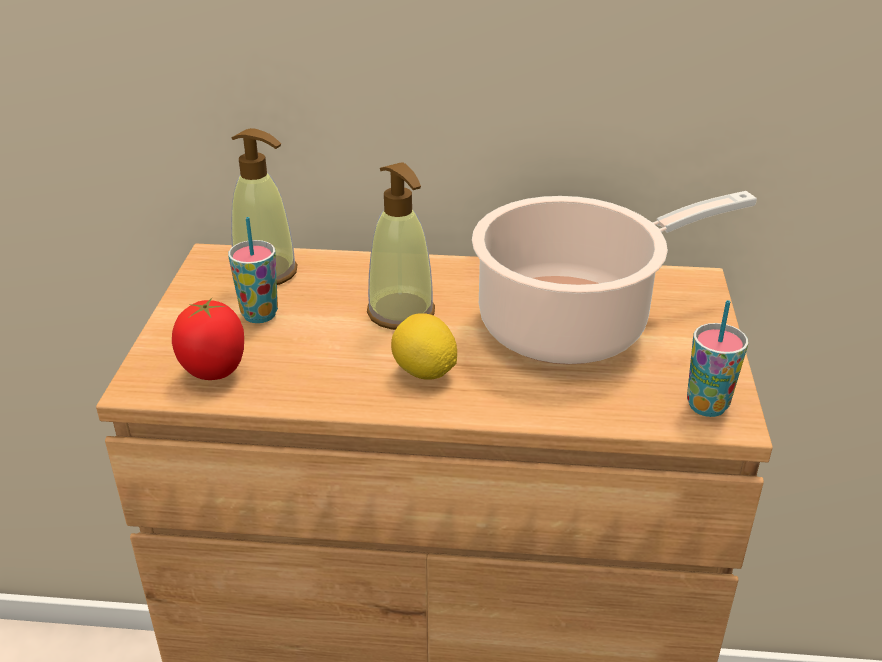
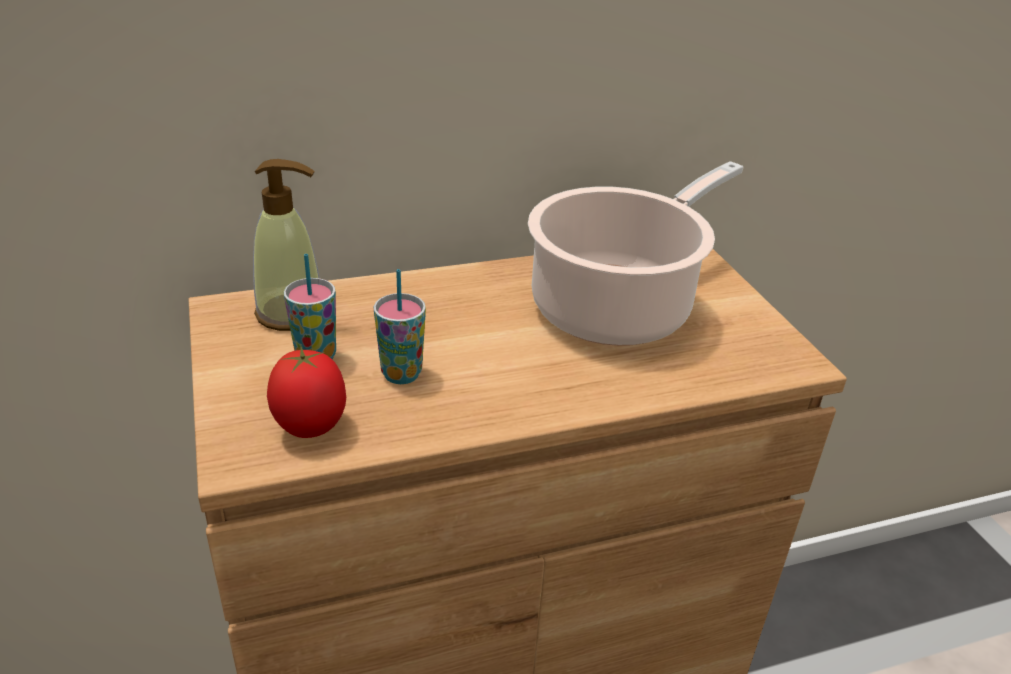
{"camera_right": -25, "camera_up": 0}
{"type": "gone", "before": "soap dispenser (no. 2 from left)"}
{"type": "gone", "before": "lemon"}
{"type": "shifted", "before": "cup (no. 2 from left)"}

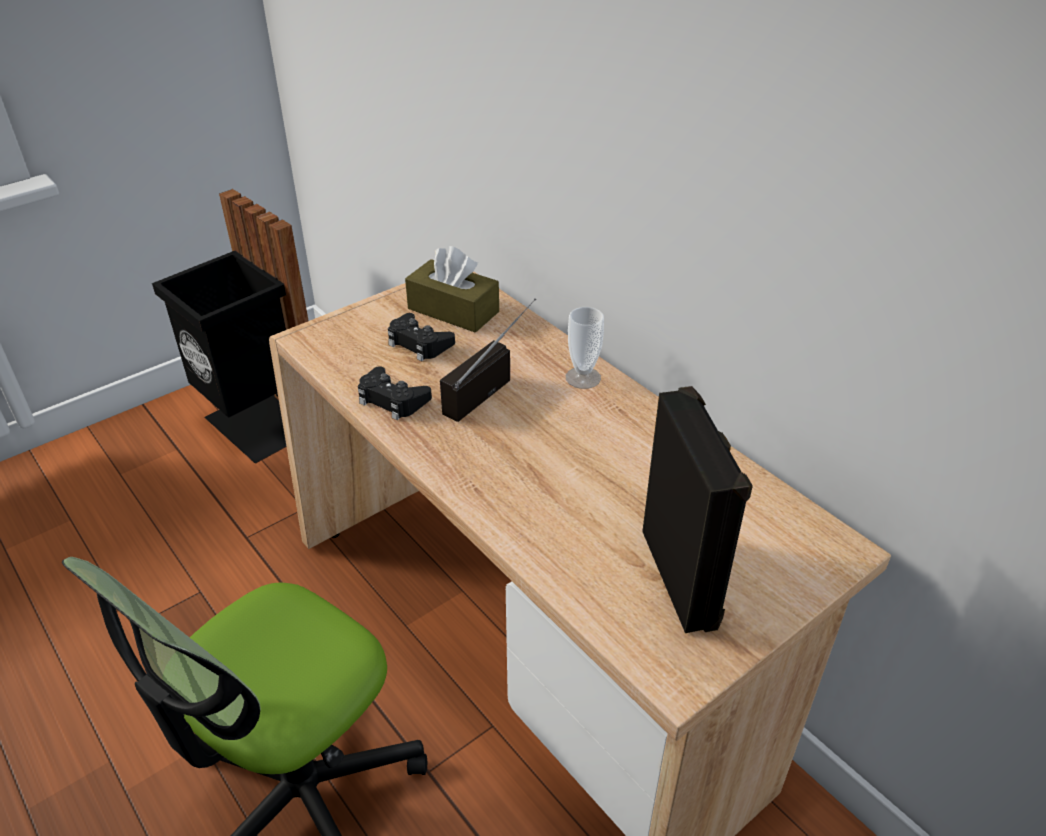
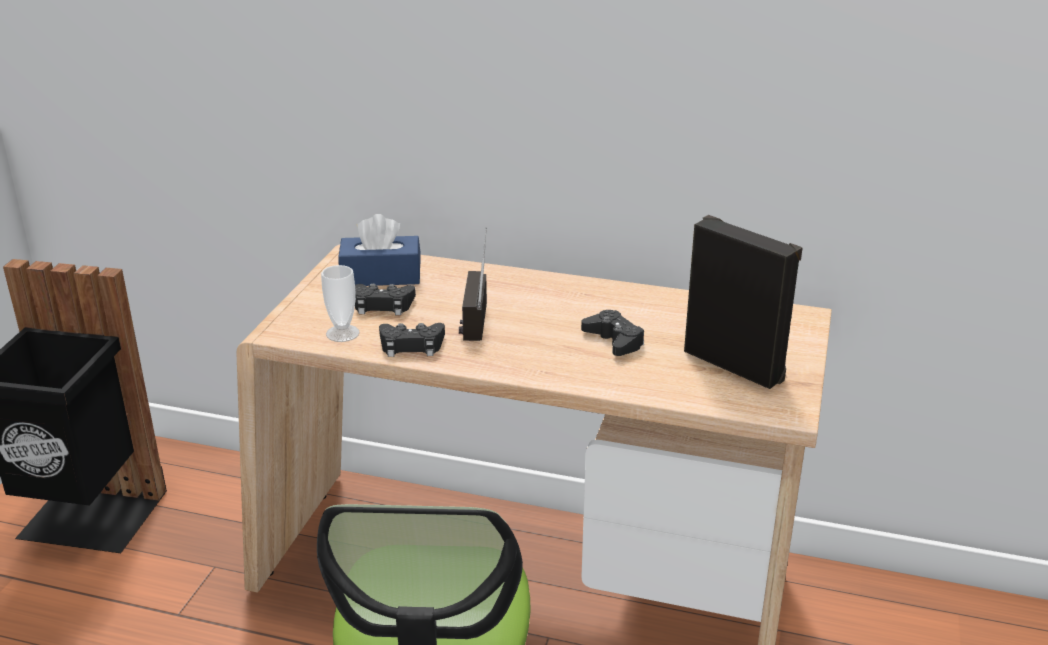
{"camera_right": -35, "camera_up": -10}
{"type": "new", "after": "game controller/black (no. 3 from left)"}
{"type": "shifted", "before": "cup"}
{"type": "repainted", "before": "tissue box/brown", "after": "tissue box/blue"}

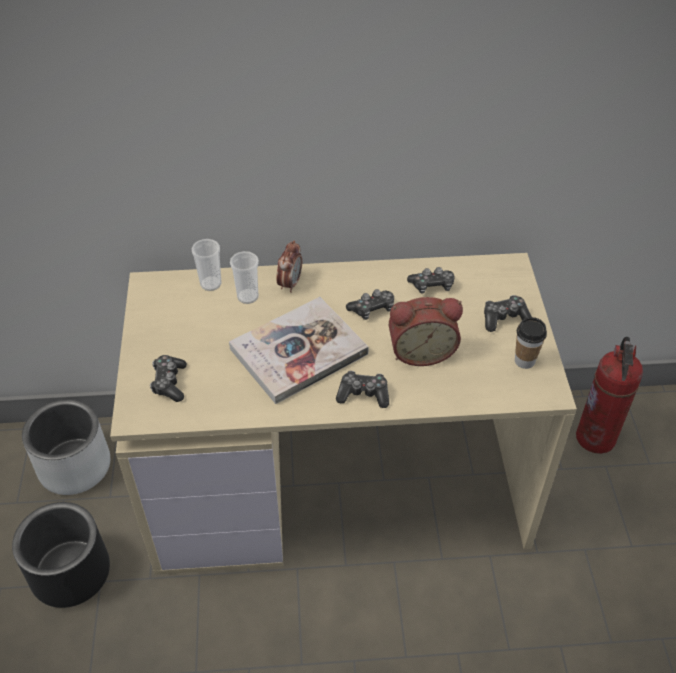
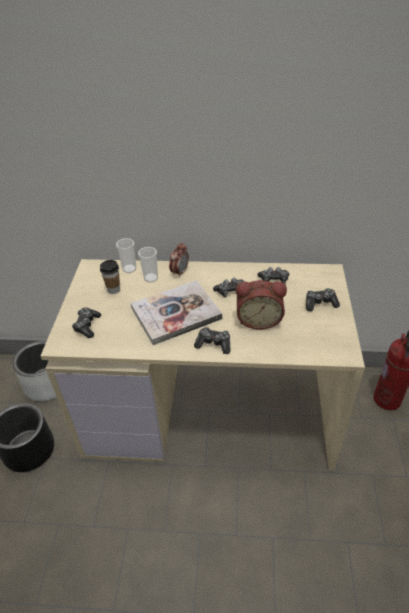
{"camera_right": 10, "camera_up": -5}
{"type": "shifted", "before": "cup (no. 3 from left in the first image)", "after": "cup (no. 1 from left)"}

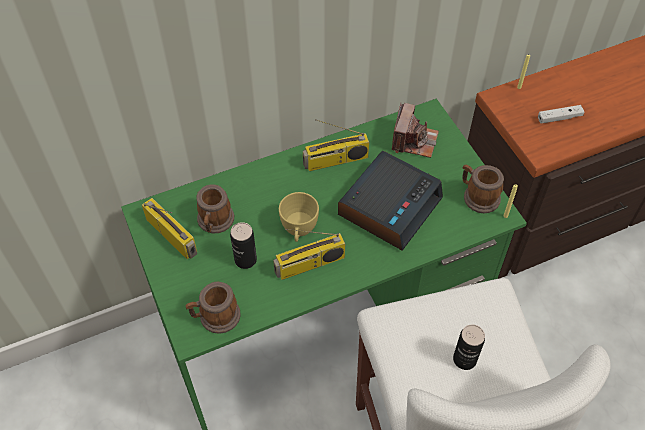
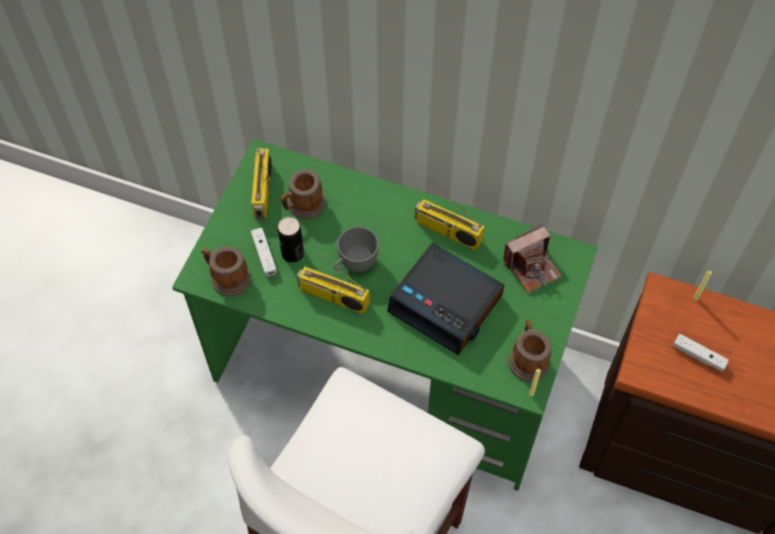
{"camera_right": 45, "camera_up": 5}
{"type": "gone", "before": "can (no. 2 from left)"}
{"type": "new", "after": "game controller/white (no. 1 from left)"}
{"type": "repainted", "before": "cup/yellow", "after": "cup/grey"}
{"type": "rotated", "before": "alarm clock", "turn": 45}

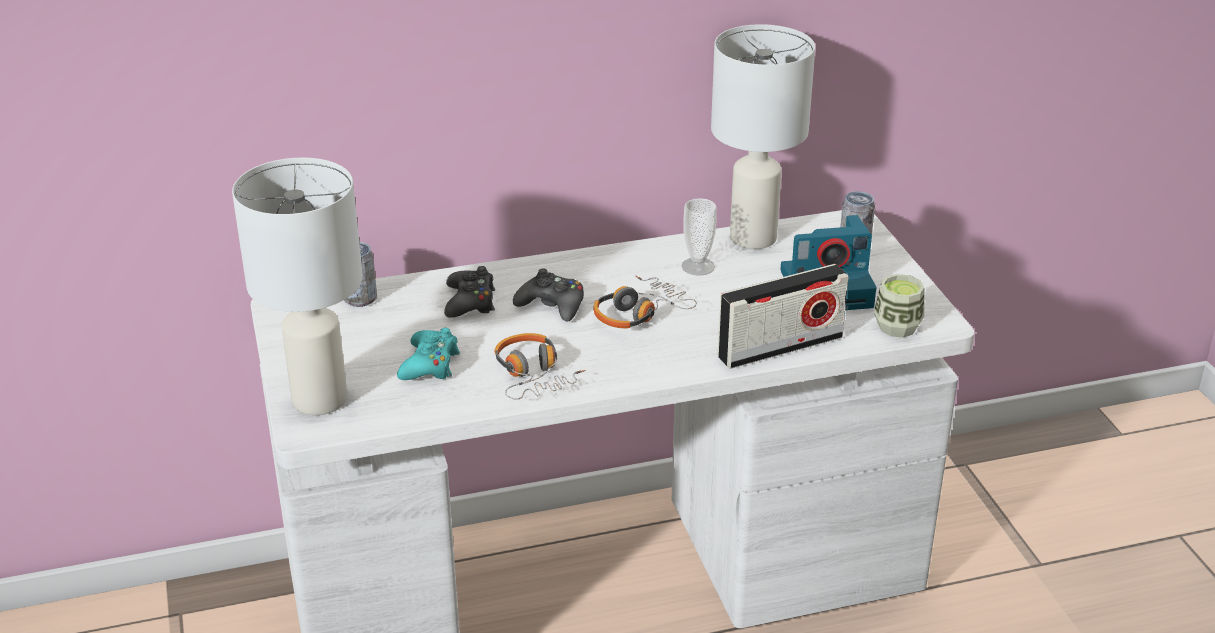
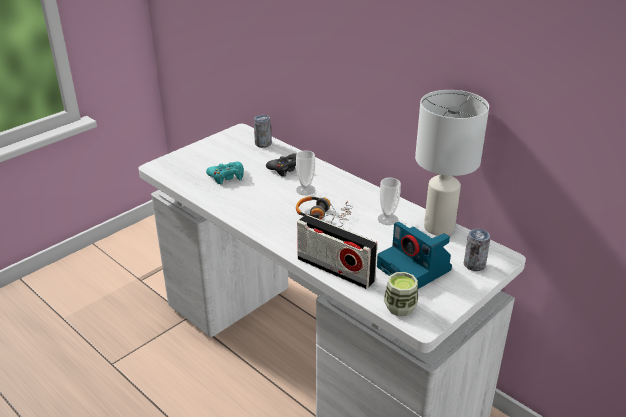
{"camera_right": 60, "camera_up": 0}
{"type": "gone", "before": "table lamp/white (no. 1 from left)"}
{"type": "gone", "before": "headphones (no. 1 from left)"}
{"type": "swapped", "before": "game controller/black (no. 2 from left)", "after": "cup (no. 1 from left)"}

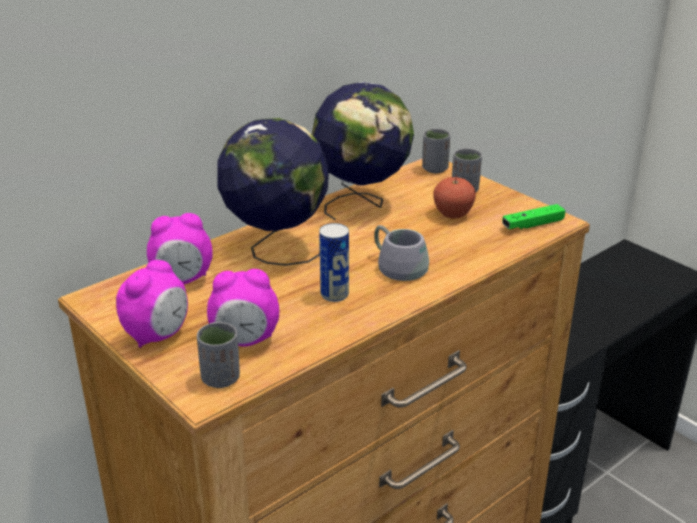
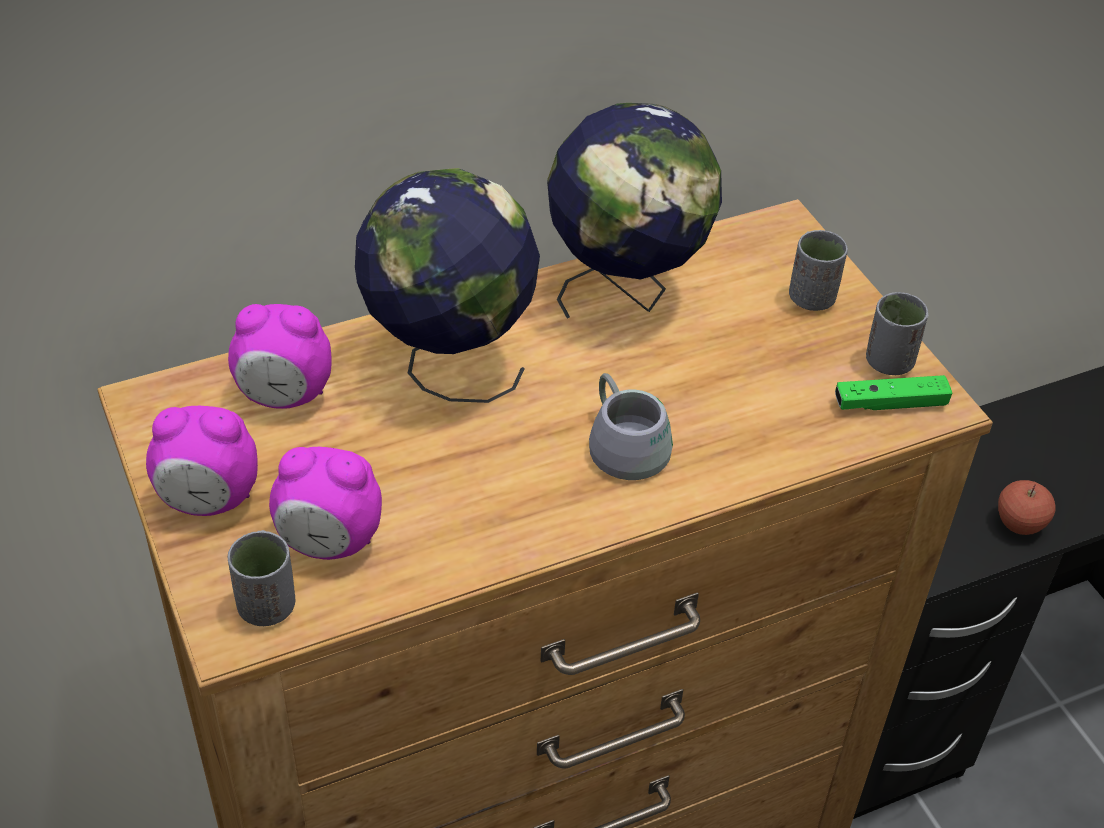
{"camera_right": 15, "camera_up": 15}
{"type": "gone", "before": "can"}
{"type": "shifted", "before": "cup/grey (no. 2 from left in the first image)", "after": "cup/grey (no. 3 from left)"}
{"type": "shifted", "before": "apple"}
{"type": "rotated", "before": "alarm clock (no. 1 from left)", "turn": 45}

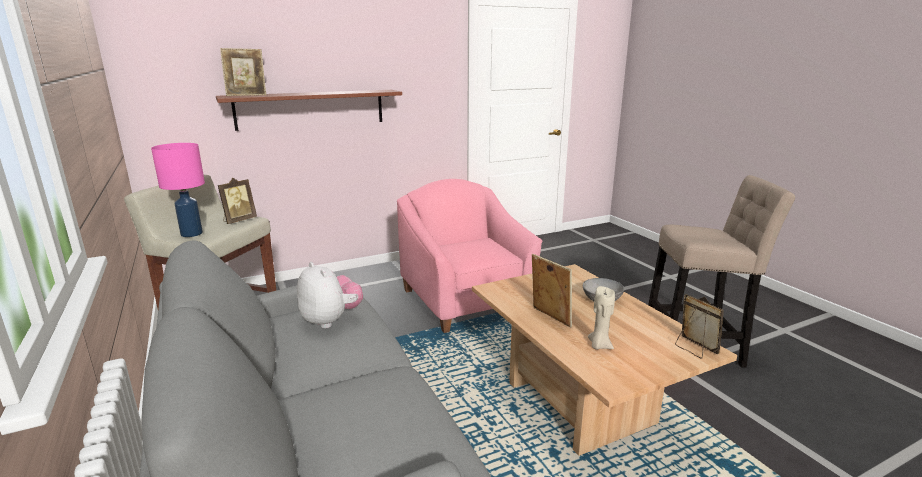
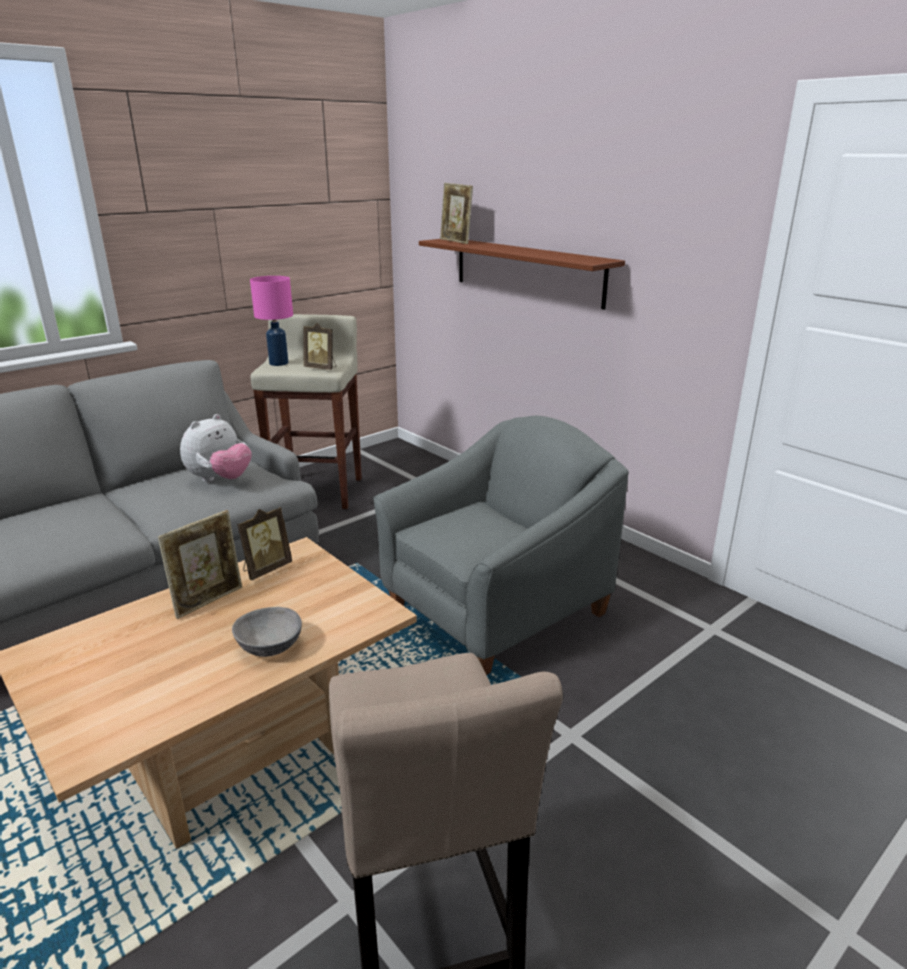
{"camera_right": 75, "camera_up": 5}
{"type": "gone", "before": "candle/beige"}
{"type": "shifted", "before": "picture frame (no. 4 from left in the first image)", "after": "picture frame (no. 2 from left)"}
{"type": "repainted", "before": "armchair/pink", "after": "armchair/grey"}

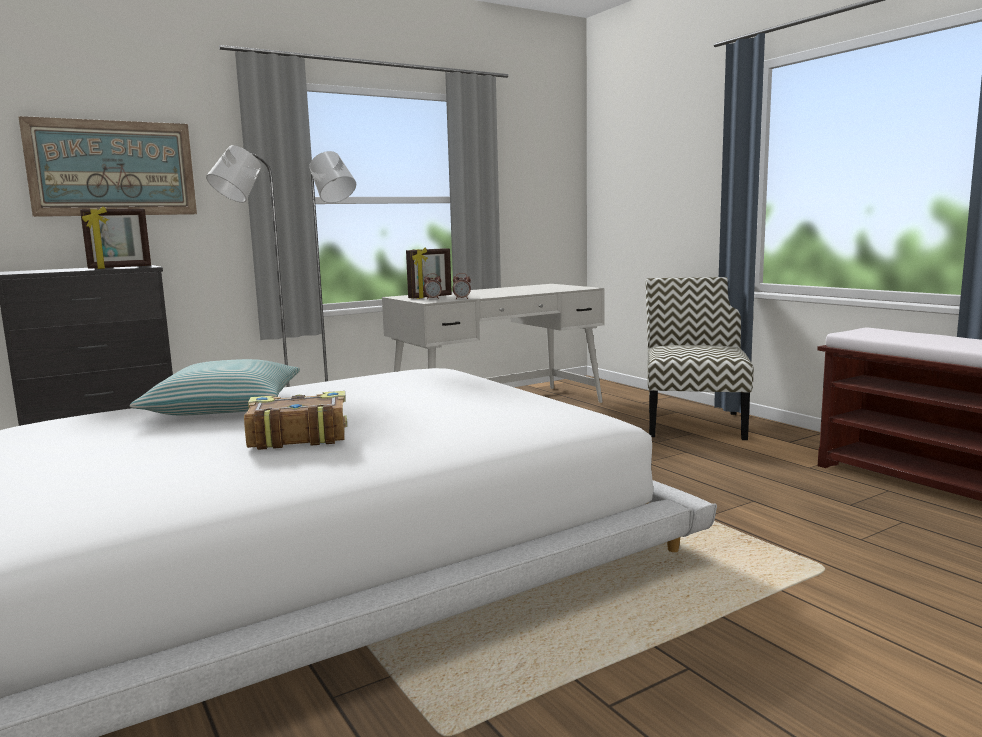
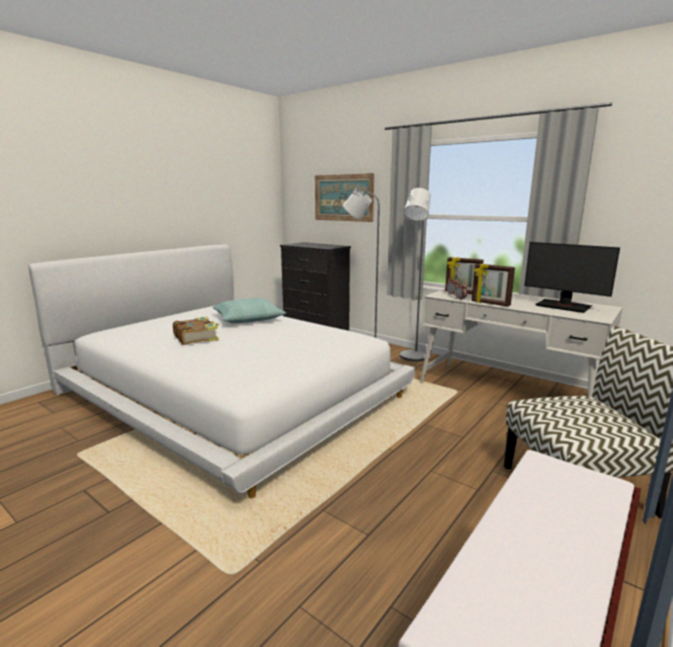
{"camera_right": 70, "camera_up": 5}
{"type": "new", "after": "monitor"}
{"type": "shifted", "before": "picture frame (no. 1 from left in the first image)", "after": "picture frame (no. 2 from left)"}

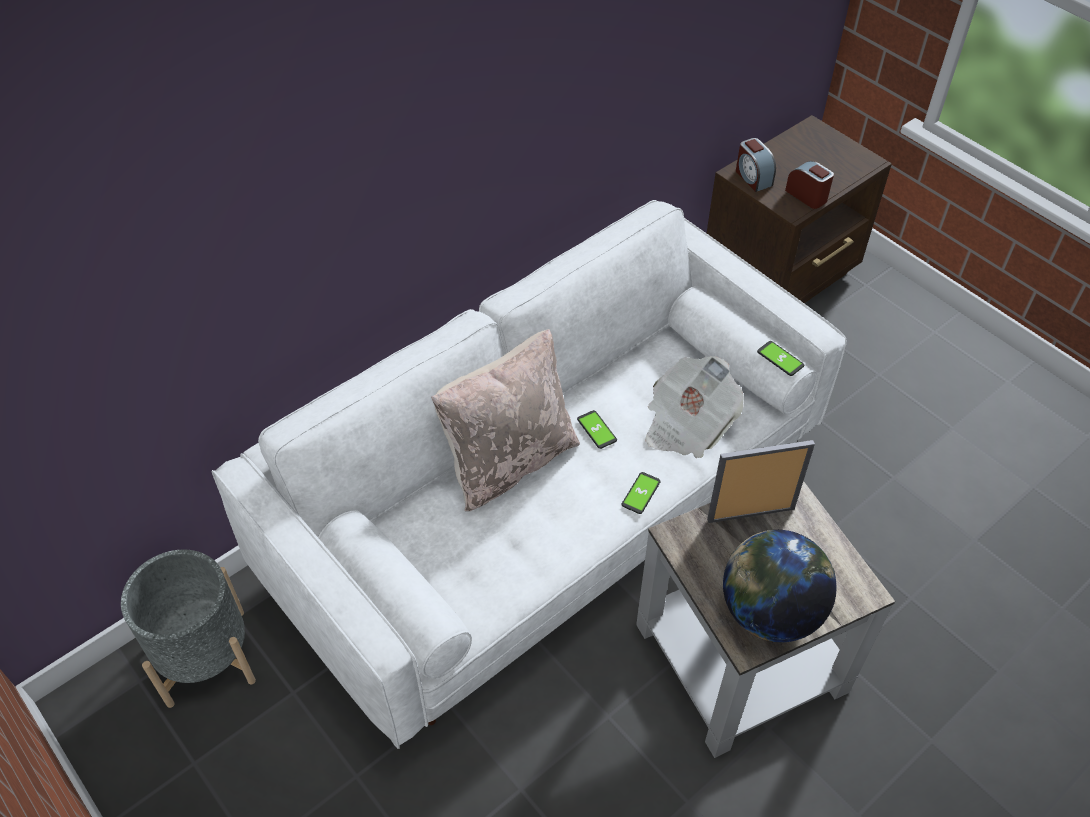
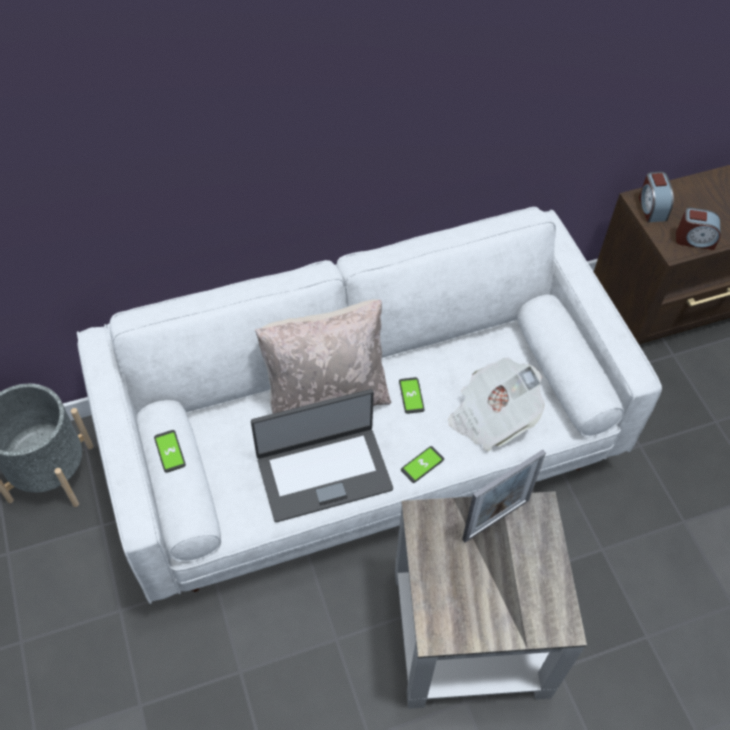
{"camera_right": 20, "camera_up": 5}
{"type": "gone", "before": "globe"}
{"type": "new", "after": "laptop"}
{"type": "shifted", "before": "phone (no. 3 from left in the first image)", "after": "phone (no. 1 from left)"}
{"type": "rotated", "before": "picture frame", "turn": 135}
{"type": "rotated", "before": "alarm clock (no. 2 from left)", "turn": 120}

